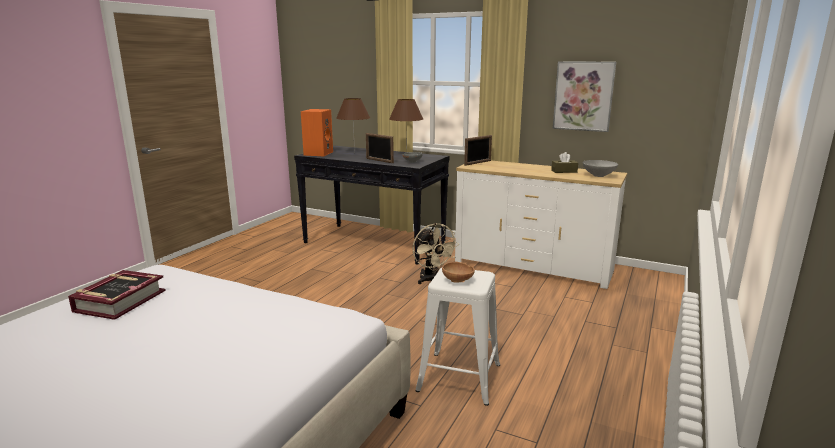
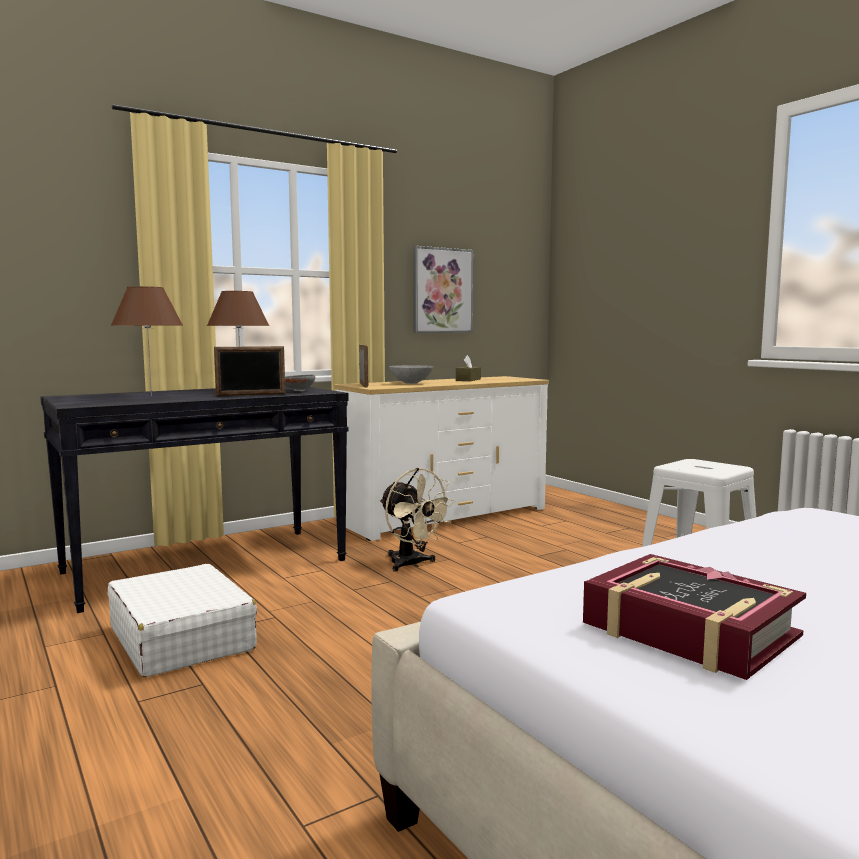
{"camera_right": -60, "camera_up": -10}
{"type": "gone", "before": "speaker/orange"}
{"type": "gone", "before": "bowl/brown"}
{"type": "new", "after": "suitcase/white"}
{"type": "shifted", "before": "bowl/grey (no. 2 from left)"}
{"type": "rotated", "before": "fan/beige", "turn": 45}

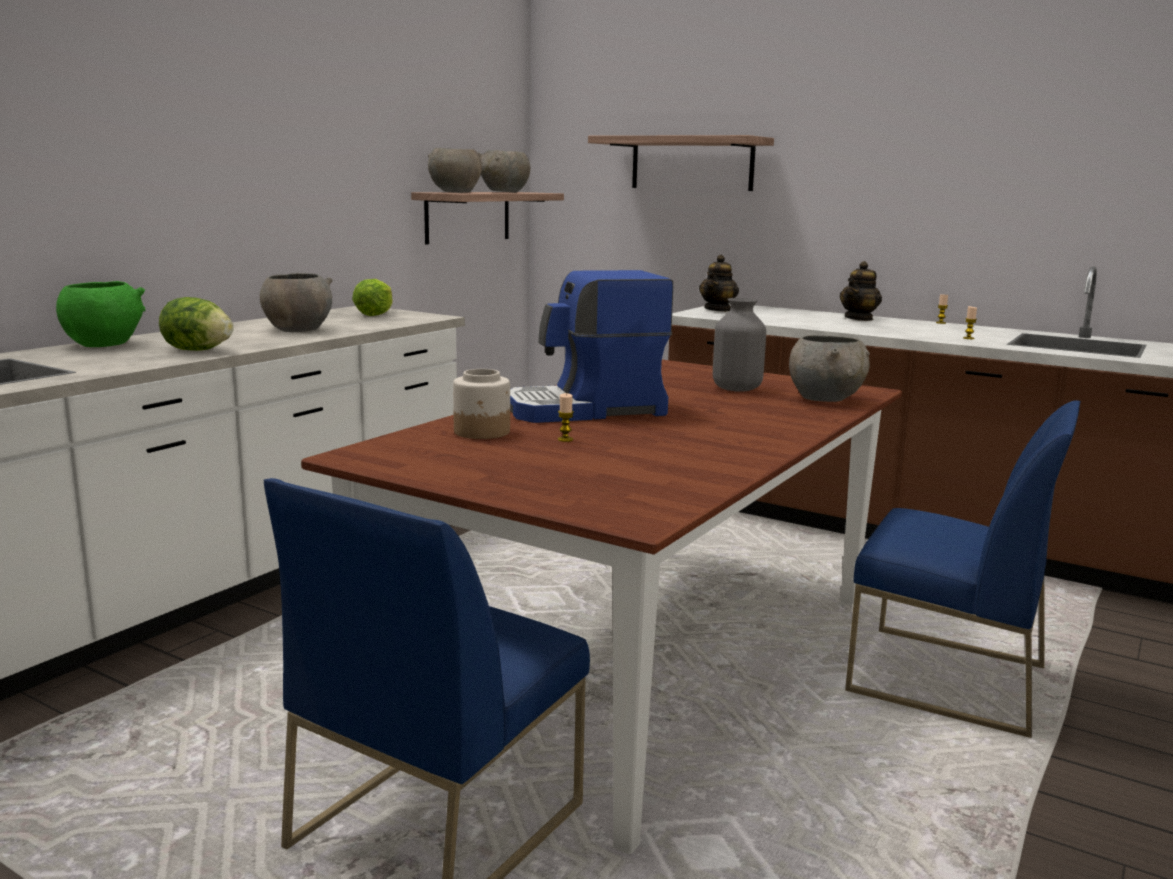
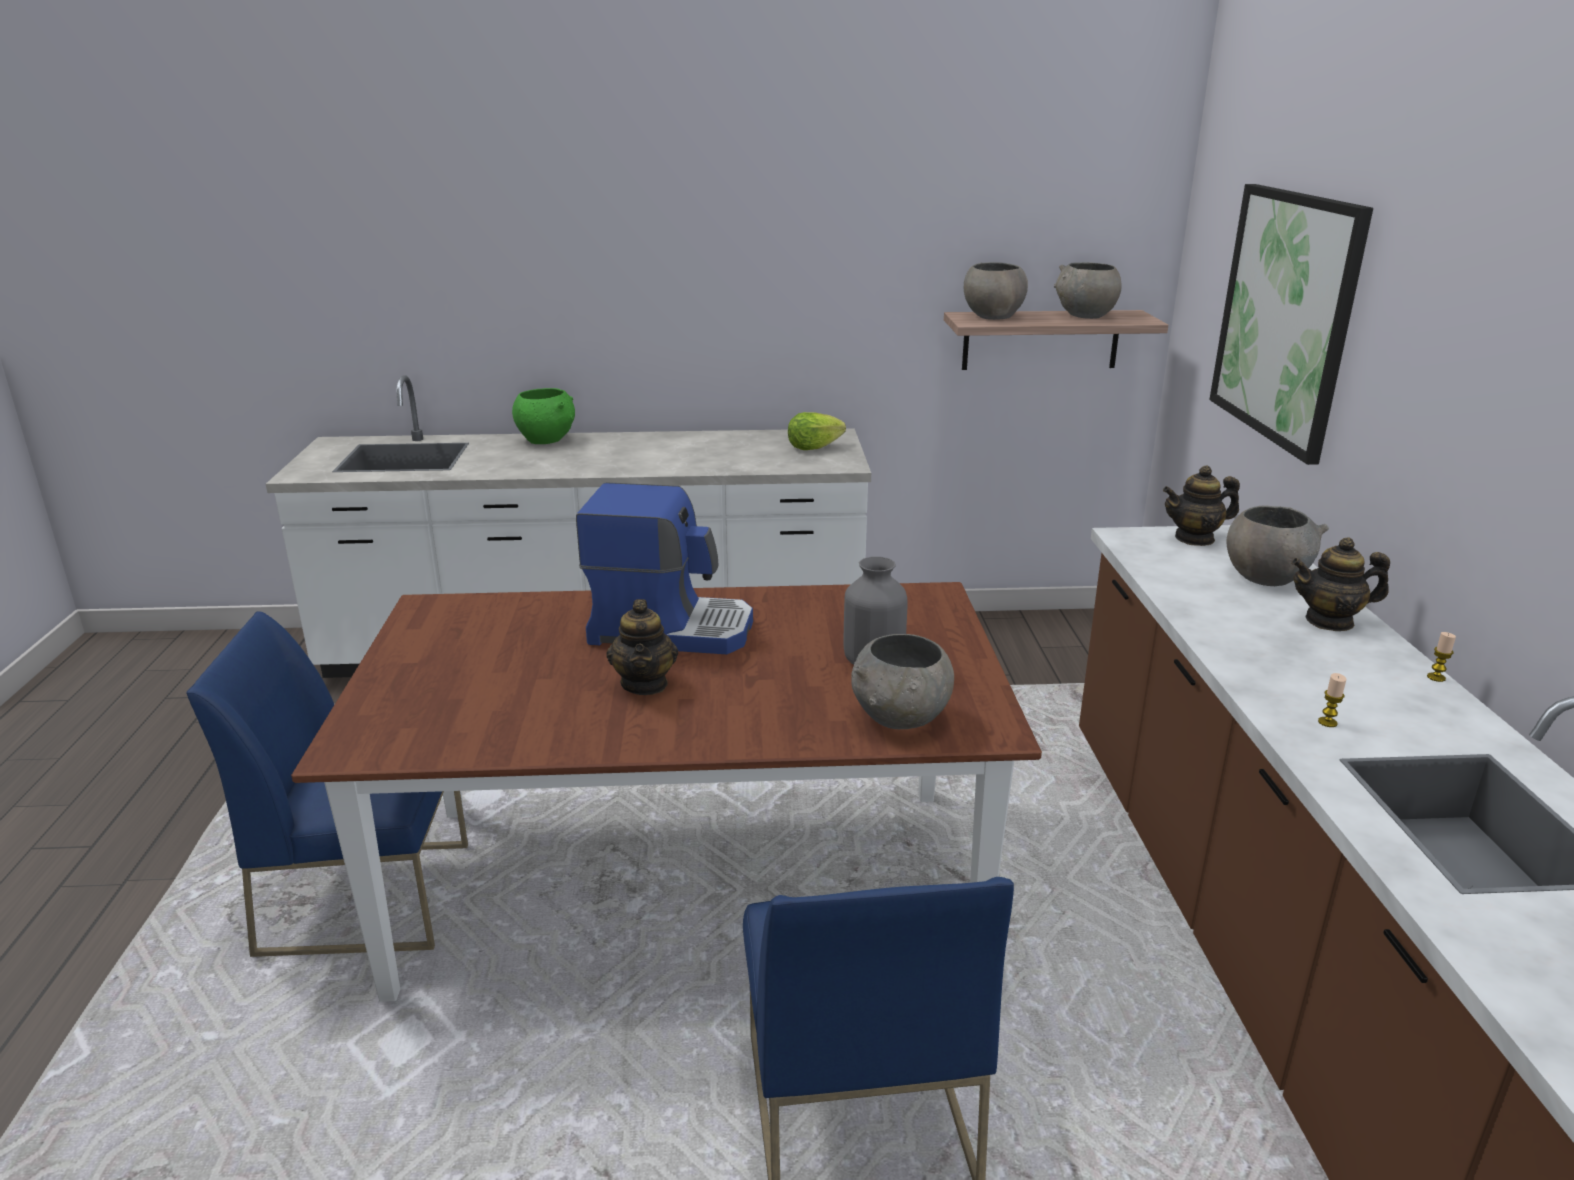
{"camera_right": 55, "camera_up": 10}
{"type": "gone", "before": "lettuce (no. 1 from left)"}
{"type": "gone", "before": "jar"}
{"type": "gone", "before": "candle (no. 1 from left)"}
{"type": "new", "after": "teapot (no. 1 from left)"}
{"type": "shifted", "before": "bowl/grey (no. 1 from left in the first image)", "after": "bowl/grey (no. 4 from left)"}
{"type": "swapped", "before": "shelf (no. 2 from left)", "after": "picture"}
{"type": "rotated", "before": "coffee machine", "turn": 150}

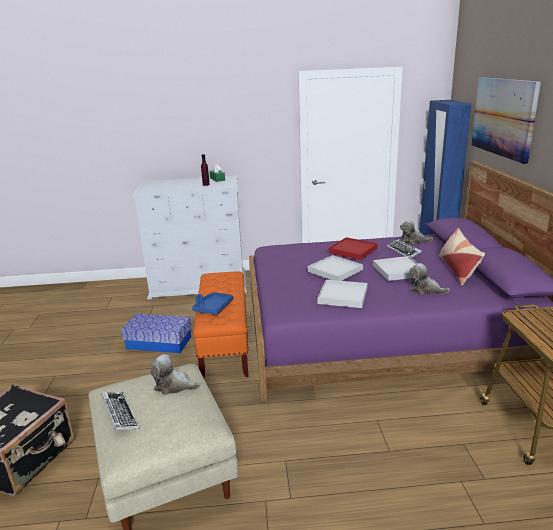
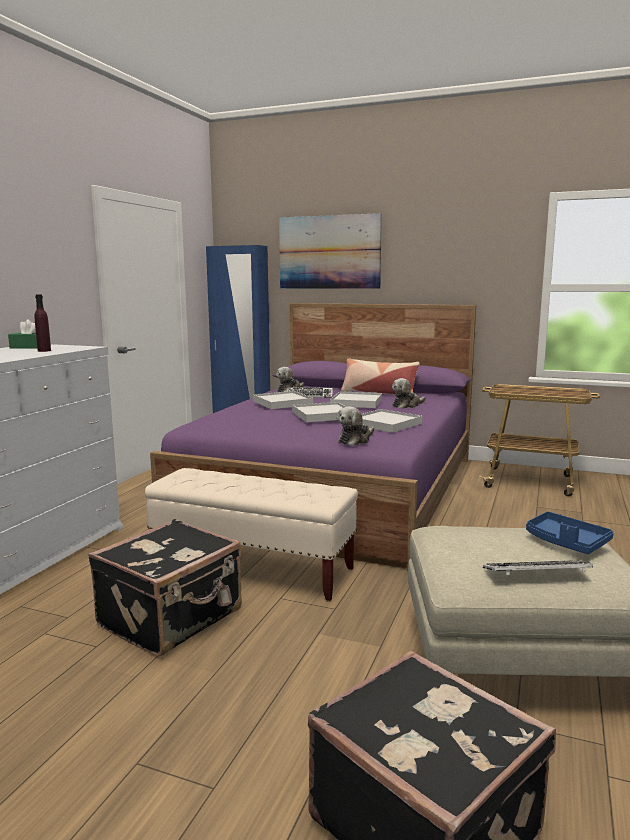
{"camera_right": -65, "camera_up": -10}
{"type": "shifted", "before": "plush toy (no. 1 from left in the first image)", "after": "plush toy (no. 2 from left)"}
{"type": "shifted", "before": "tray/blue"}
{"type": "swapped", "before": "storage box", "after": "suitcase/black (no. 1 from left)"}
{"type": "repainted", "before": "bench/orange", "after": "bench/beige"}
{"type": "repainted", "before": "tray/red", "after": "tray/white (no. 1 from left)"}

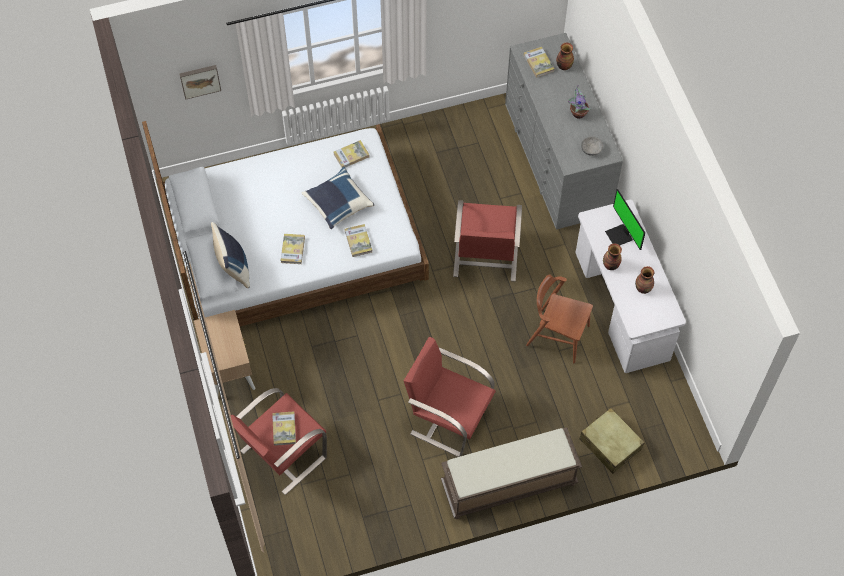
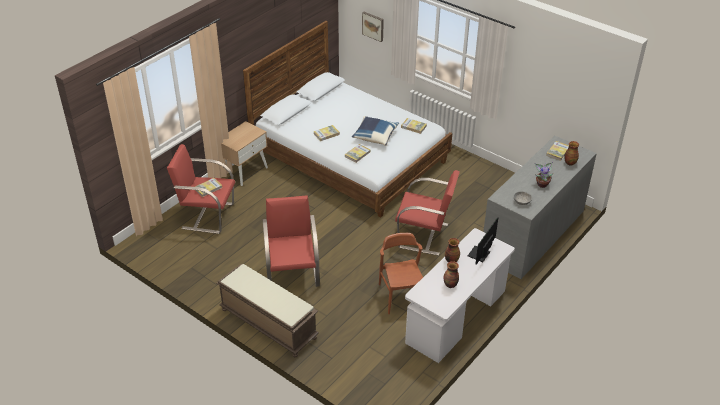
{"camera_right": 55, "camera_up": -20}
{"type": "gone", "before": "pillow/blue (no. 1 from left)"}
{"type": "gone", "before": "suitcase/beige"}
{"type": "rotated", "before": "armchair/red (no. 3 from left)", "turn": -135}

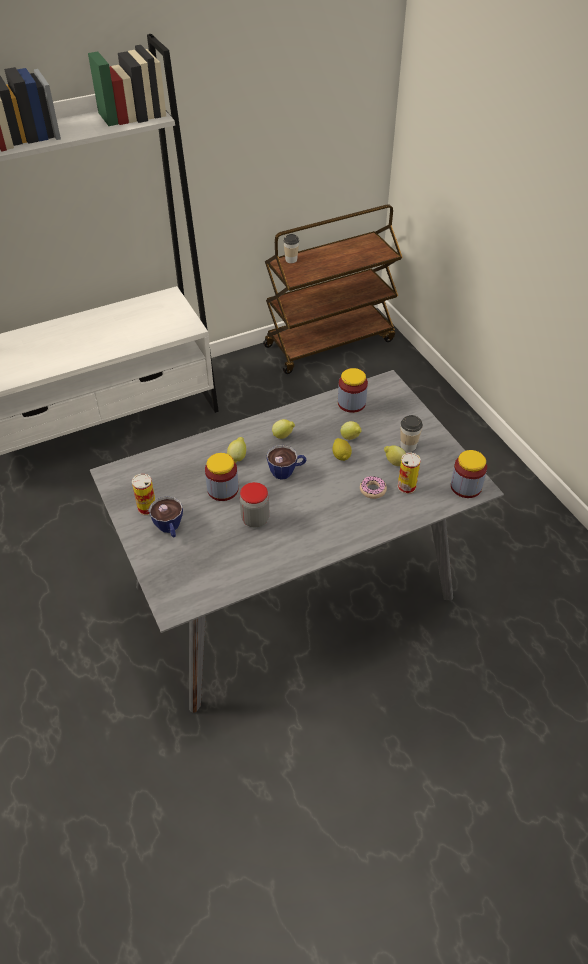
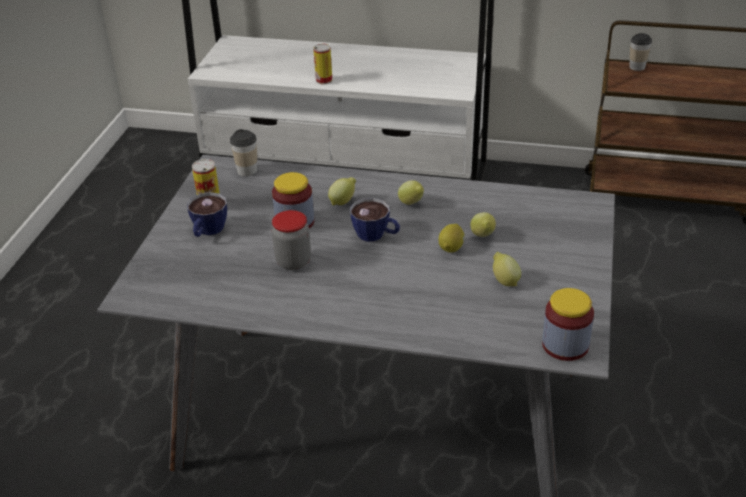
{"camera_right": 40, "camera_up": -10}
{"type": "gone", "before": "jar (no. 3 from left)"}
{"type": "gone", "before": "donut"}
{"type": "shifted", "before": "can (no. 2 from left)"}
{"type": "shifted", "before": "cup (no. 4 from left in the first image)", "after": "cup (no. 2 from left)"}

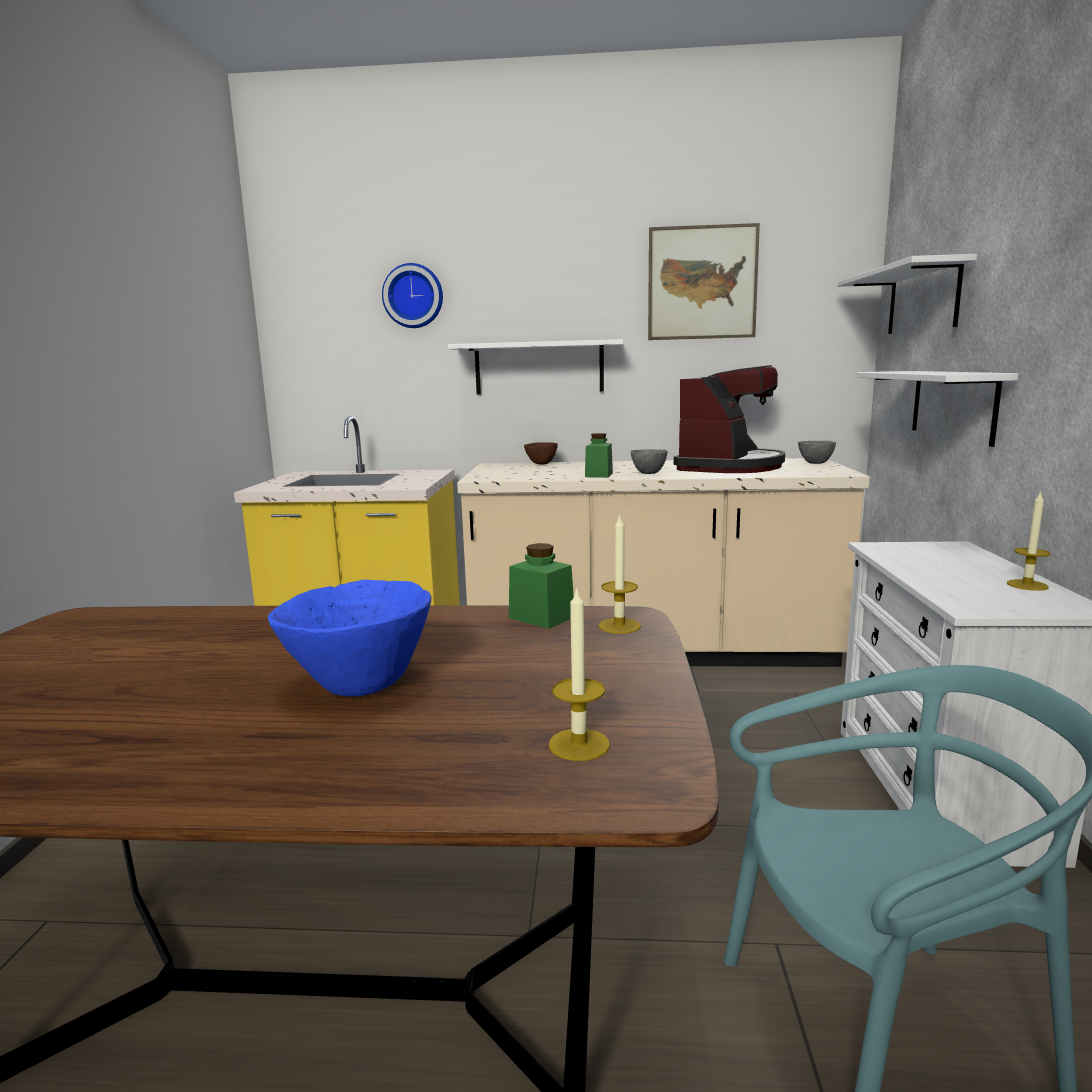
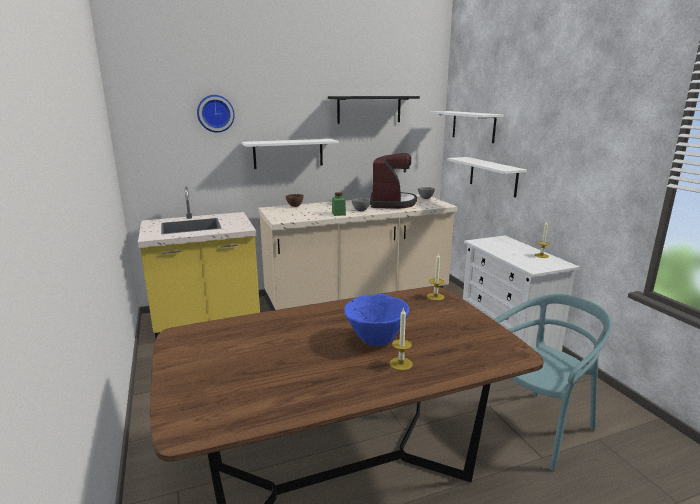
{"camera_right": -25, "camera_up": 5}
{"type": "gone", "before": "jar/green (no. 1 from left)"}
{"type": "shifted", "before": "candle (no. 1 from left)"}
{"type": "swapped", "before": "picture", "after": "shelf/black"}

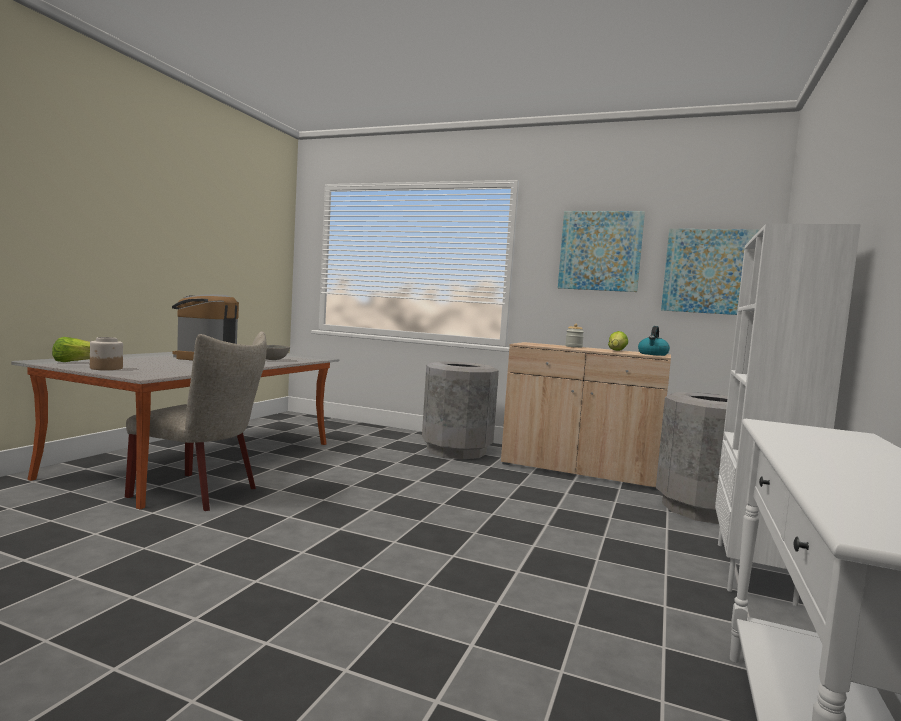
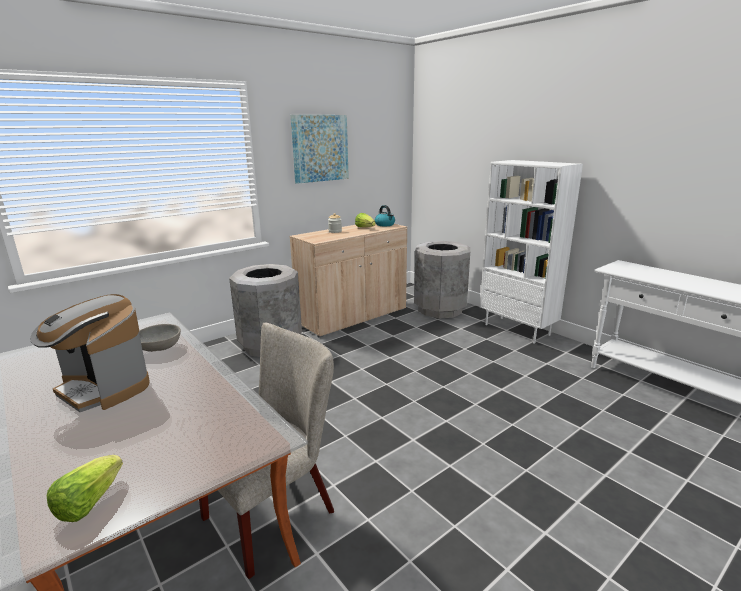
{"camera_right": -60, "camera_up": 15}
{"type": "gone", "before": "jar (no. 1 from left)"}
{"type": "gone", "before": "picture (no. 2 from left)"}

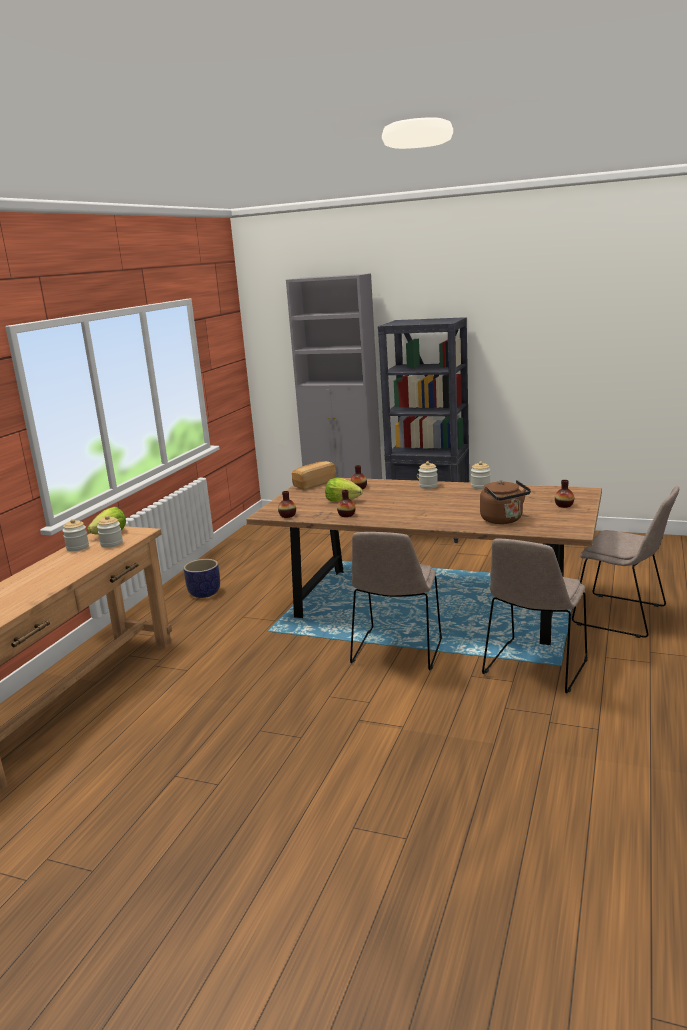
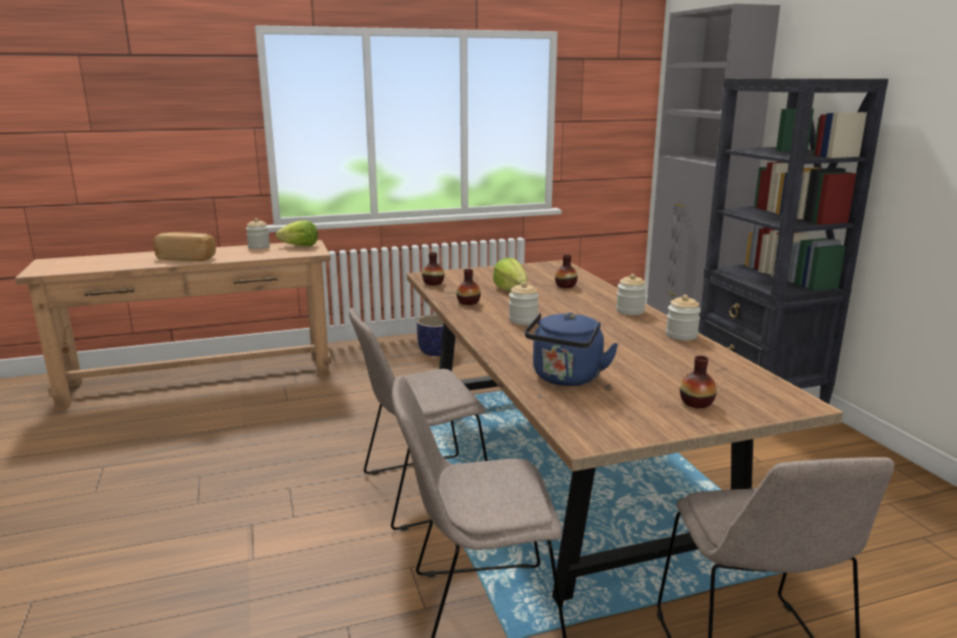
{"camera_right": 50, "camera_up": 0}
{"type": "shifted", "before": "jar (no. 2 from left)"}
{"type": "shifted", "before": "bread"}
{"type": "repainted", "before": "kettle/brown", "after": "kettle/blue"}

